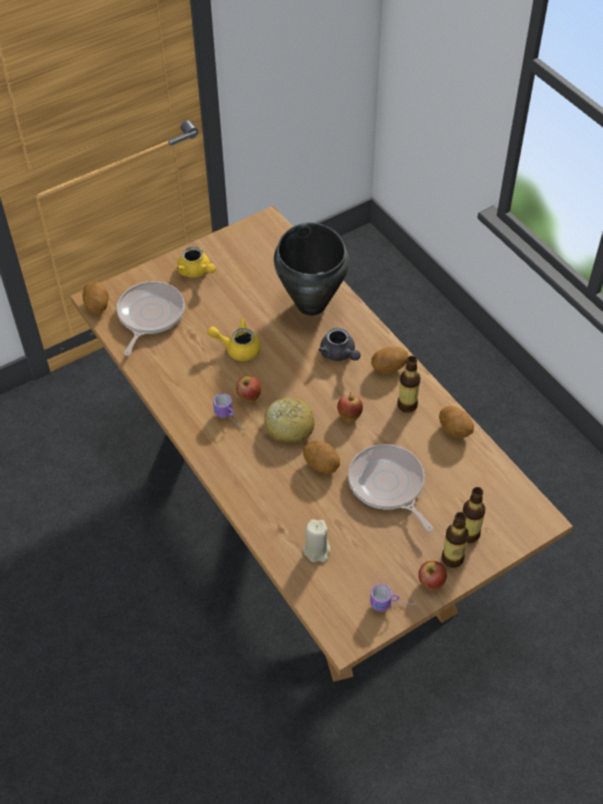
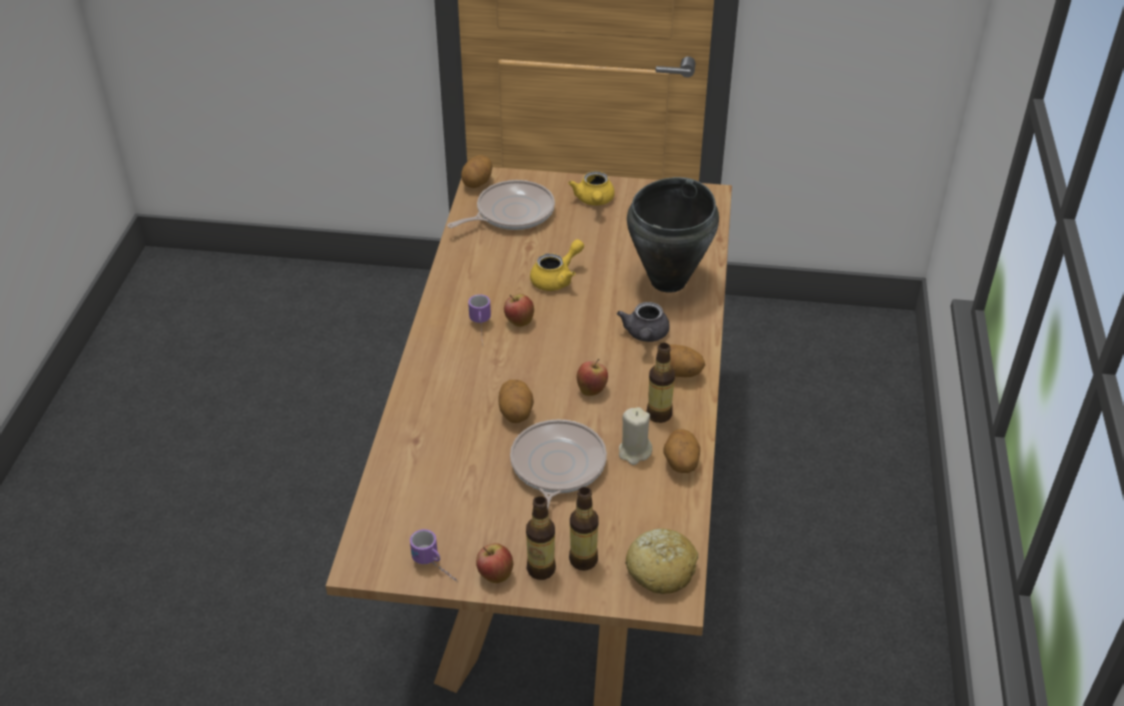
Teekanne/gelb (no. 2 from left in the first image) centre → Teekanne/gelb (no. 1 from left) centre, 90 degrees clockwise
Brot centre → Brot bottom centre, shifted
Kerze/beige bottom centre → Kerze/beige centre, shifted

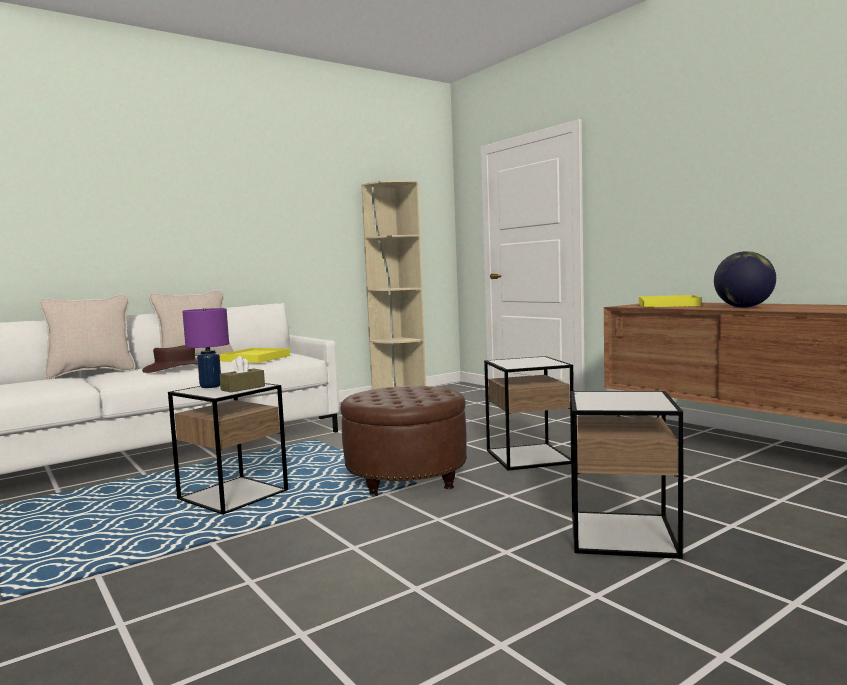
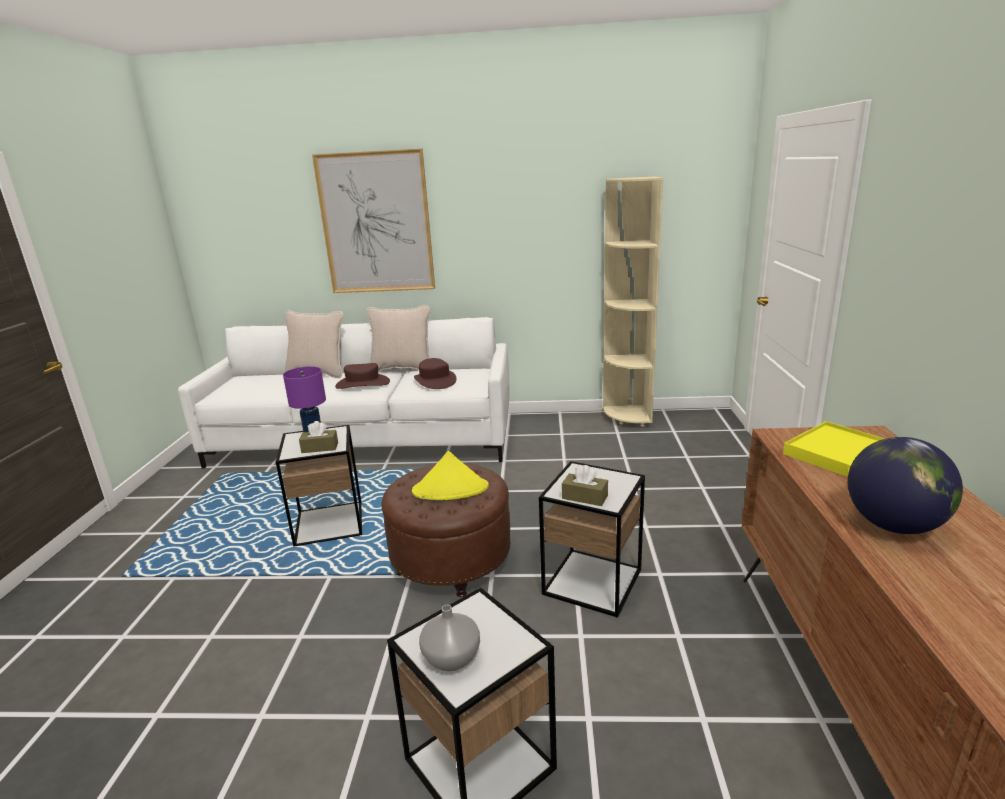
Tablett/gelb (no. 1 from left) middle left → Hut/braun (no. 2 from left) centre
- → Bild top centre
- → Hut/gelb centre
- → Vase/grau bottom centre
- → Taschentuchbox/braun (no. 2 from left) centre

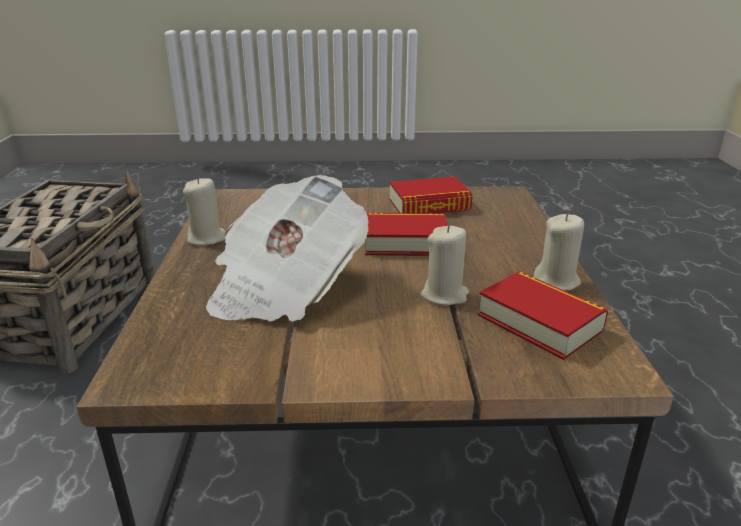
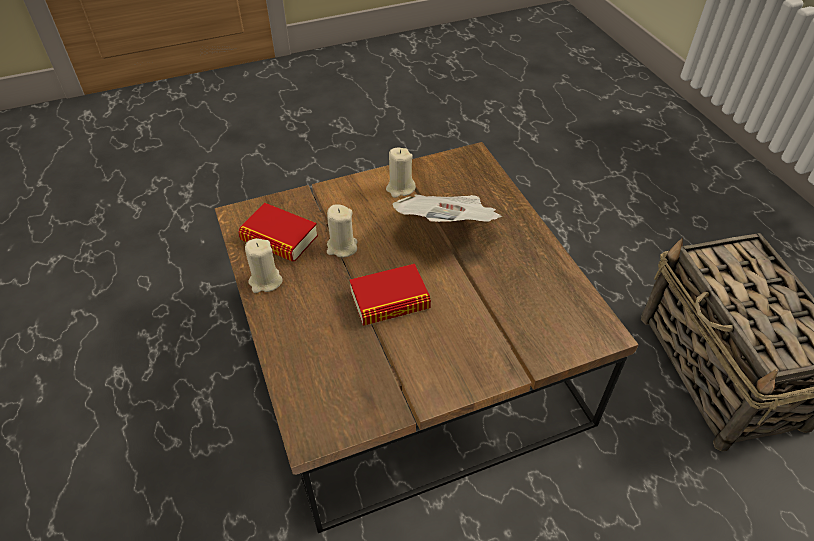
Kerze/beige (no. 1 from left in the first image) middle left → Kerze/beige (no. 3 from left) top centre, shifted
Buch (no. 2 from left) centre → -

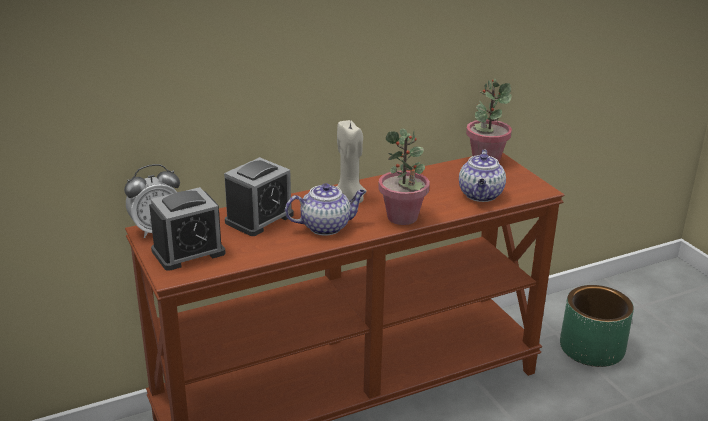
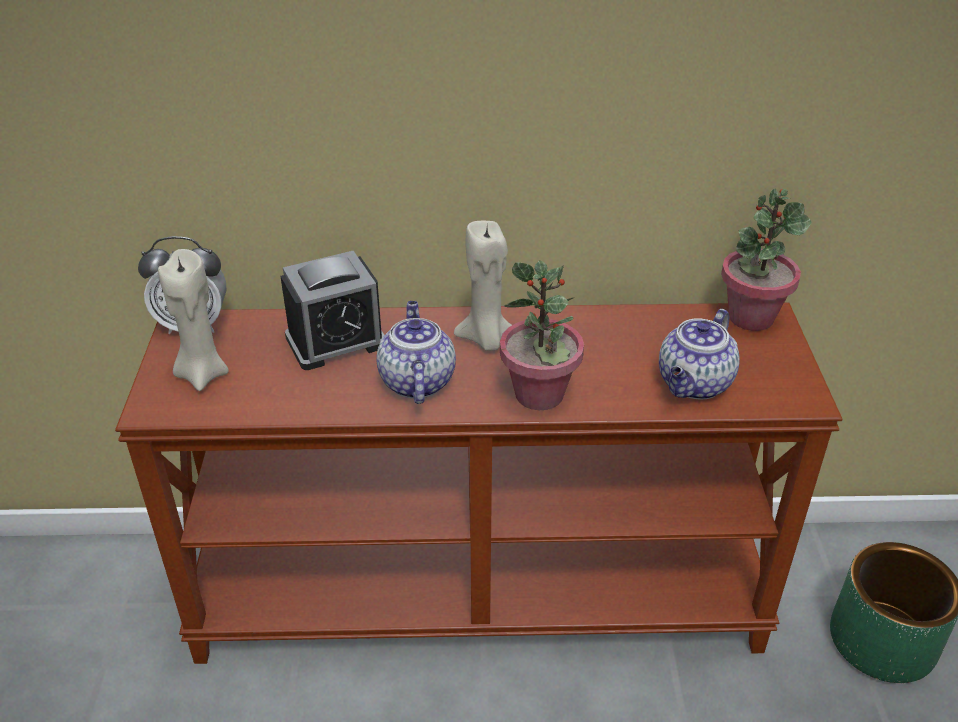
Wecker (no. 2 from left) middle left → Kerze/beige (no. 1 from left) middle left
Teekanne (no. 1 from left) centre, 105 degrees counterclockwise

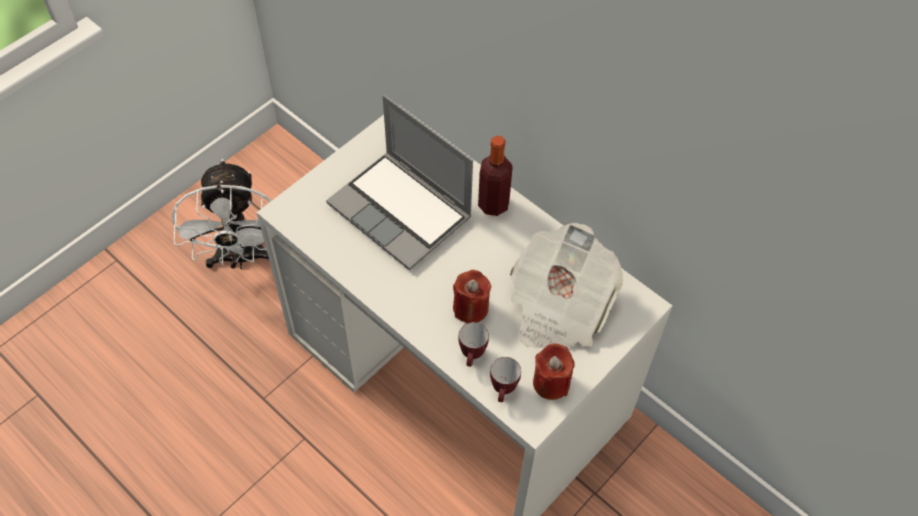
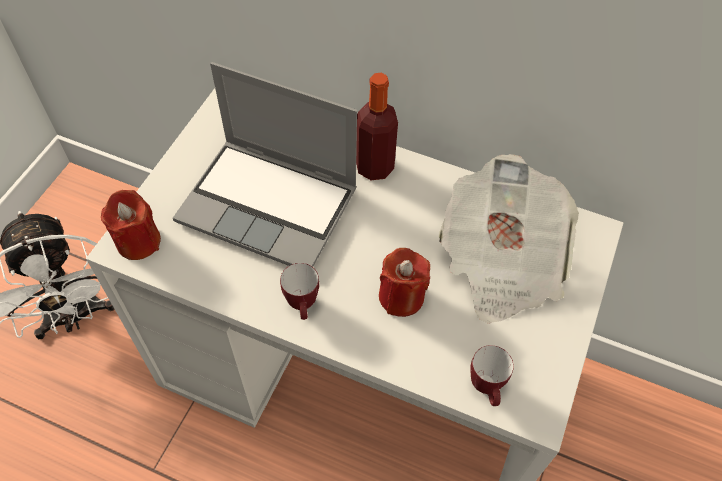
Henkelbecher (no. 1 from left) bottom centre → Henkelbecher (no. 1 from left) centre, shifted
Kerze/rot (no. 2 from left in the first image) bottom centre → Kerze/rot (no. 1 from left) middle left, shifted

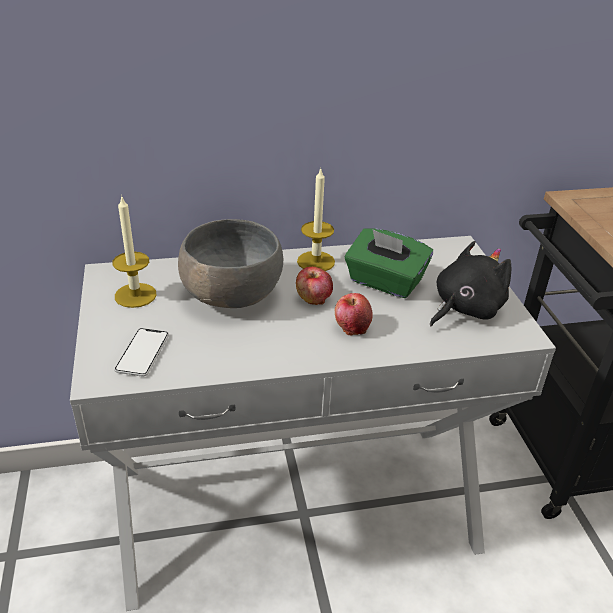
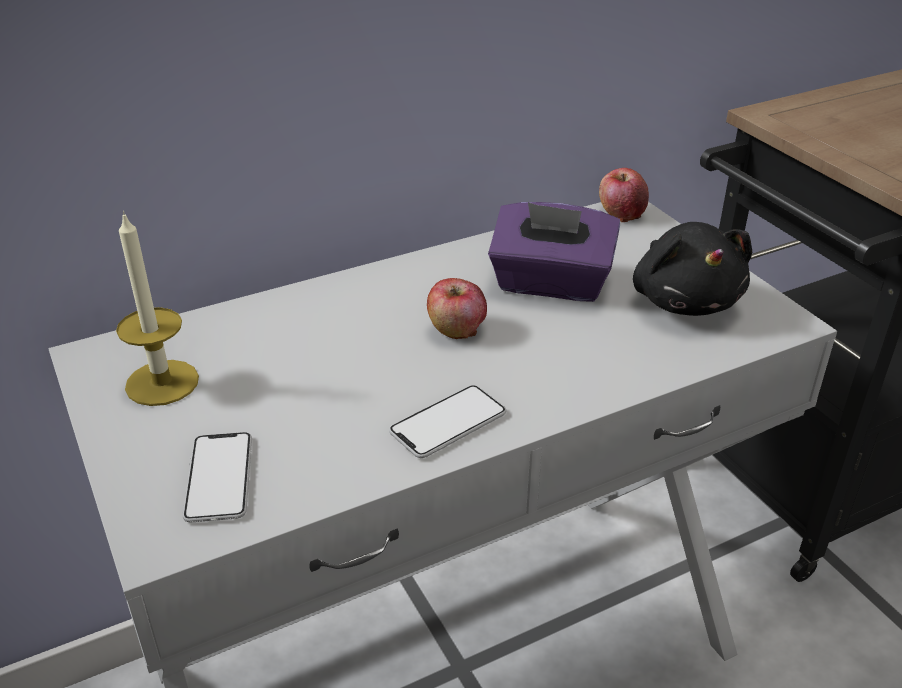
Schüssel/grau centre → -
Kerze (no. 2 from left) centre → -
Apfel (no. 2 from left) centre → Apfel (no. 2 from left) top right, shifted
Taschentuchbox/grün centre → Taschentuchbox/lila centre
Plüschtier/schwarz middle right, 135 degrees clockwise
- → Handy (no. 2 from left) centre

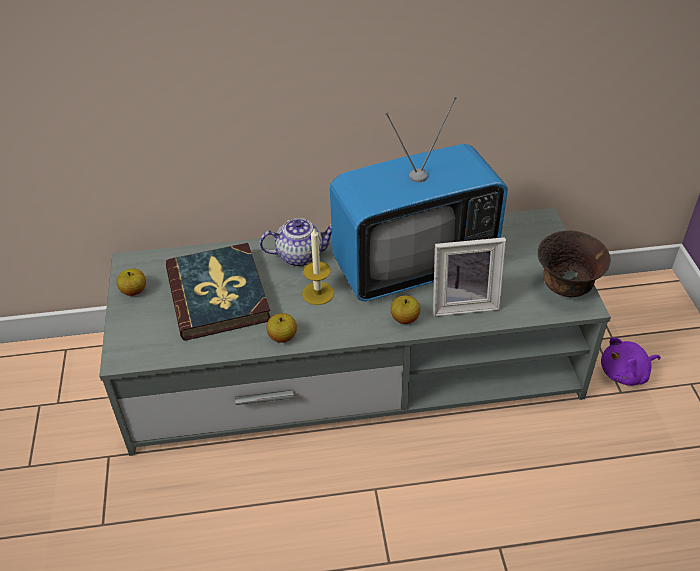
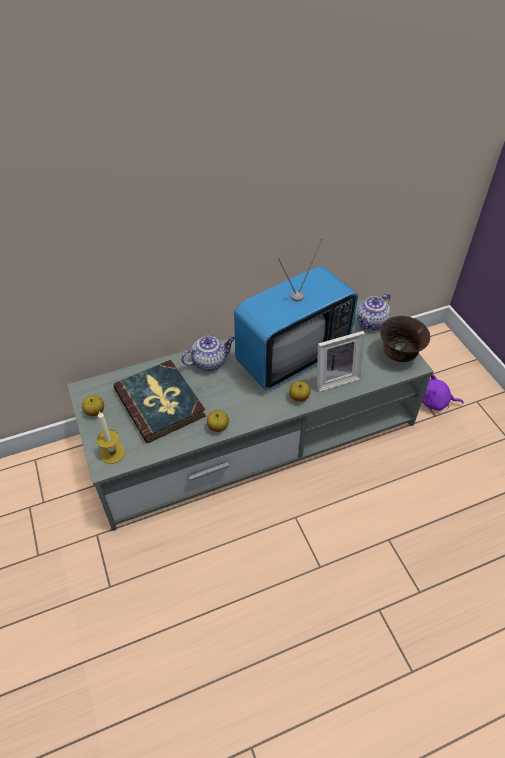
Kerze centre → Kerze middle left, shifted
Plüschtier/lila middle right, 45 degrees clockwise
- → Teekanne (no. 2 from left) middle right

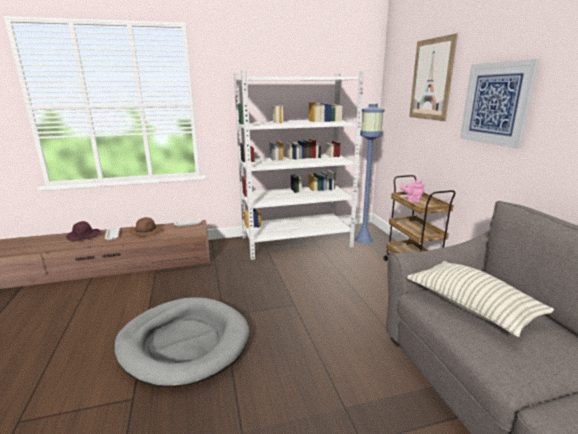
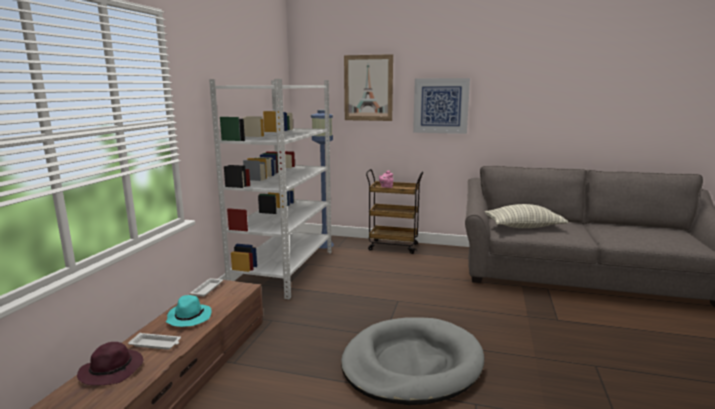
Hut/braun middle left → Hut/türkis bottom left

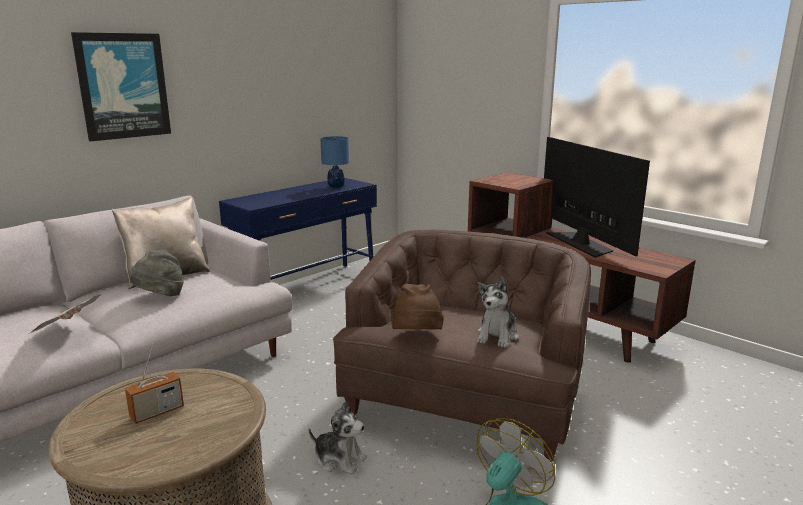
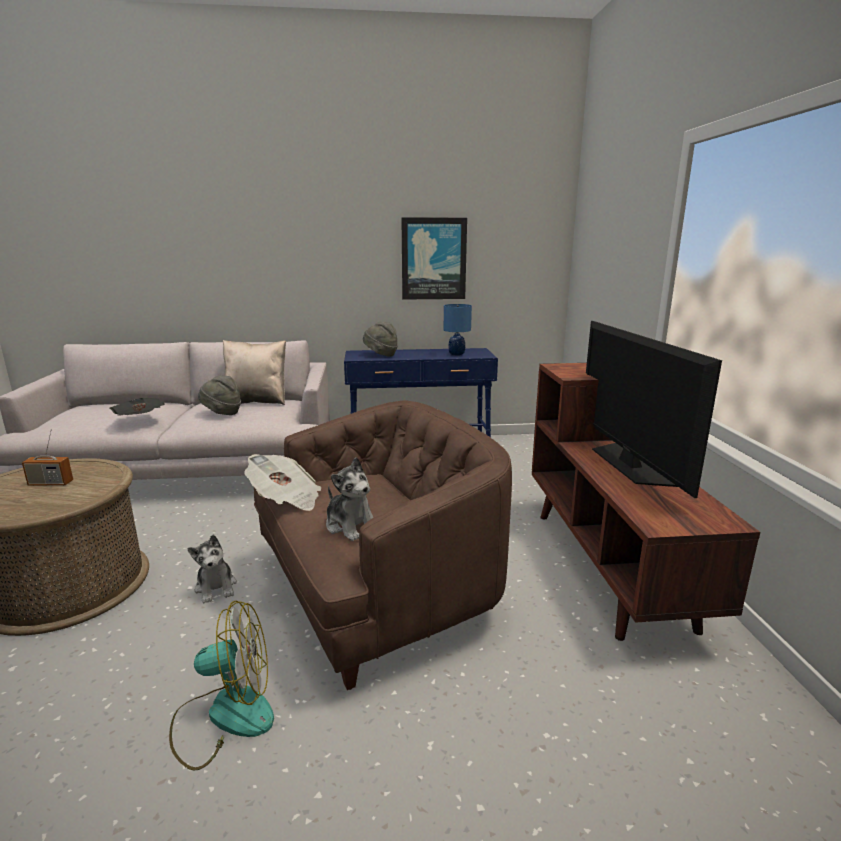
Bild top left → Bild top centre, shifted
Hut/braun centre → Zeitung (no. 2 from left) centre
Plüschtier (no. 2 from left) centre, 105 degrees counterclockwise
Fernseher middle right, 150 degrees clockwise
- → Hut/grau (no. 2 from left) centre

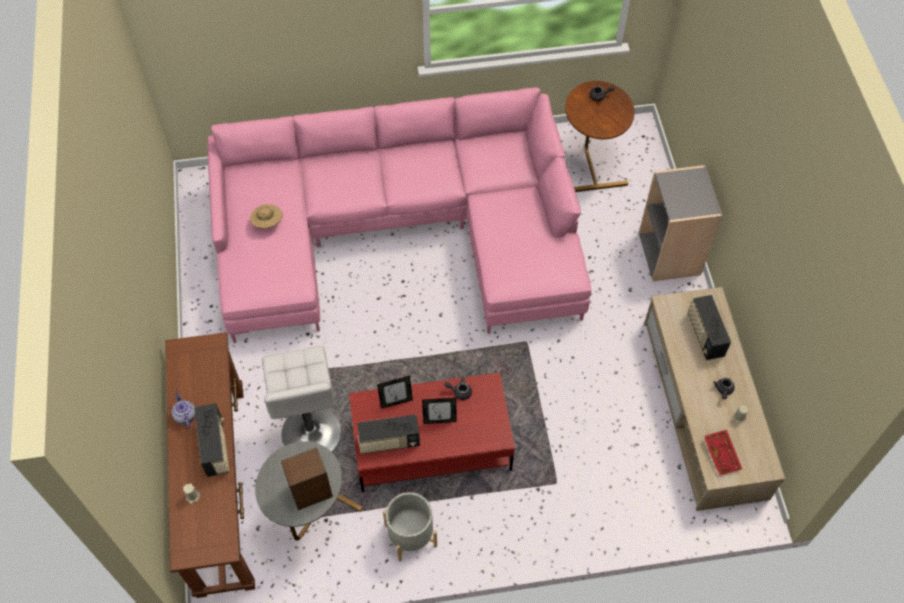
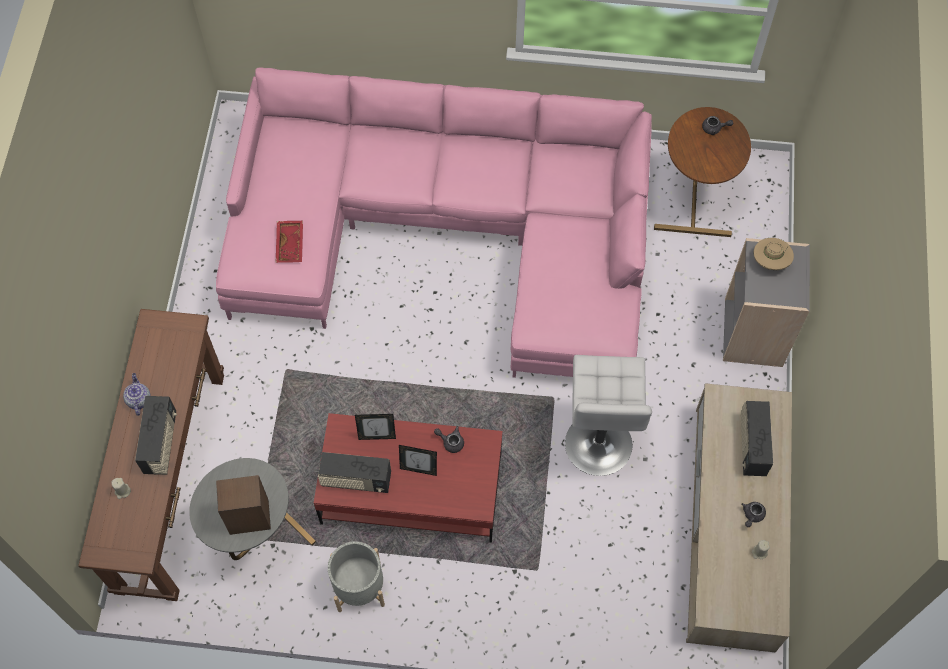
Hut/beige middle left → Hut/beige middle right, shifted
Hocker/weiß middle left → Hocker/weiß centre, shifted
Tablett/rot bottom right → Tablett/rot middle left, shifted

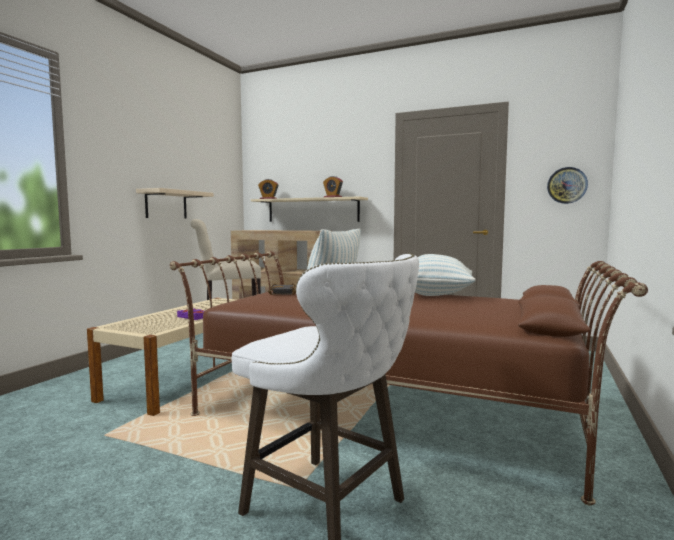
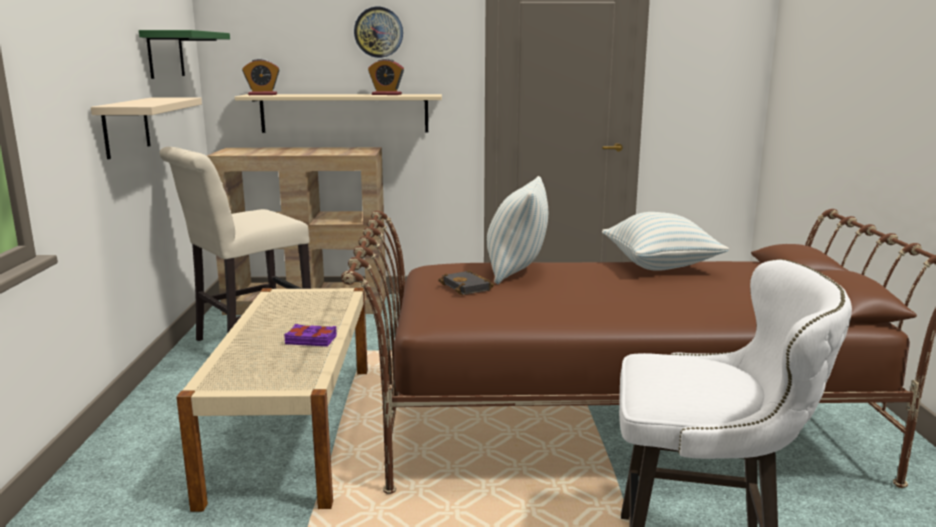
Wanduhr middle right → Wanduhr top centre, shifted
- → Wandregal/grün top left

